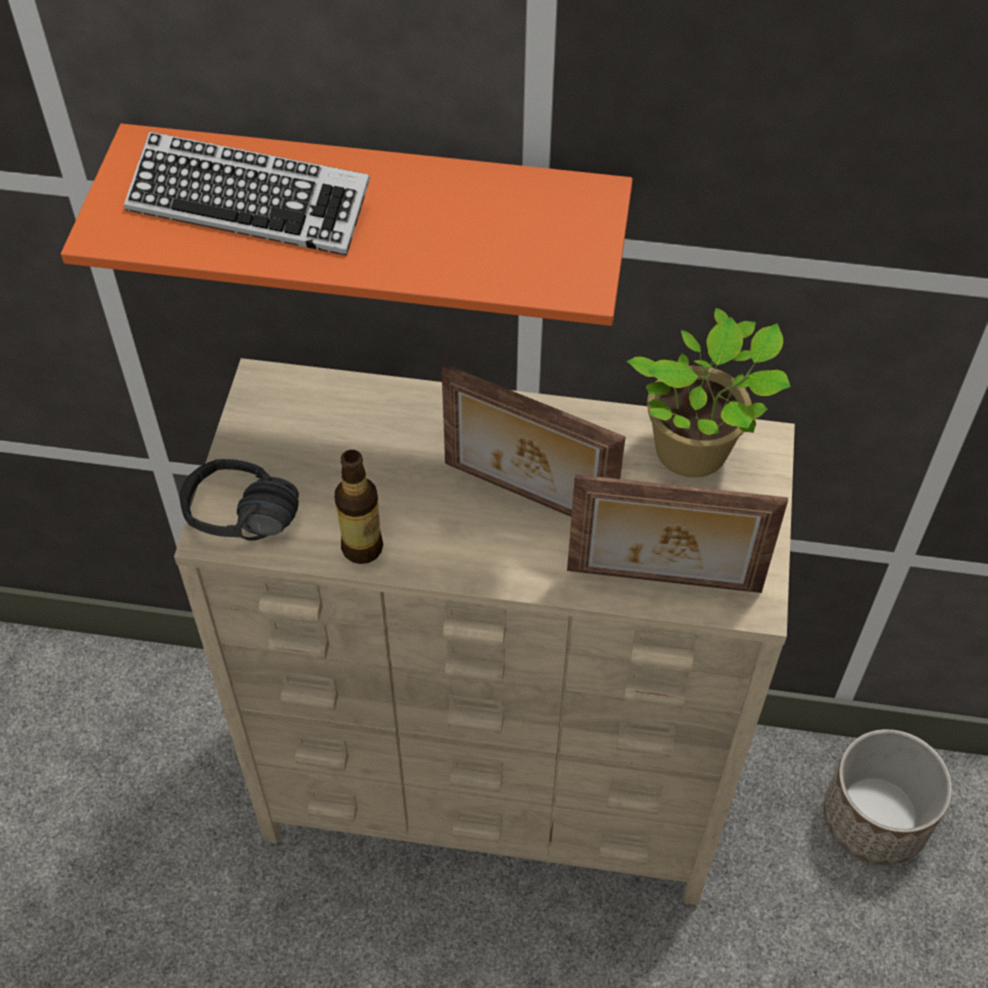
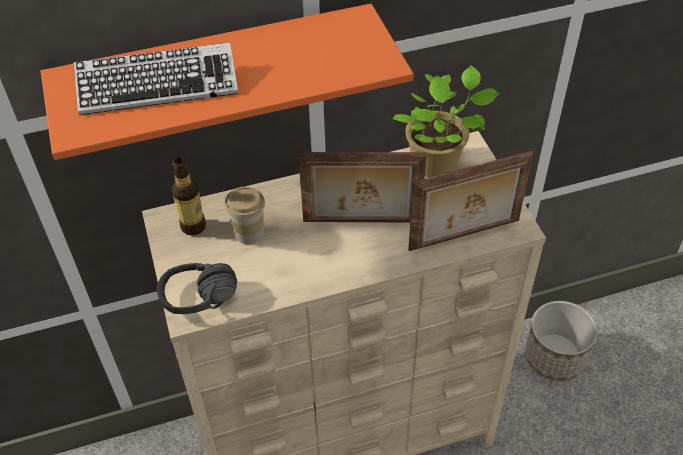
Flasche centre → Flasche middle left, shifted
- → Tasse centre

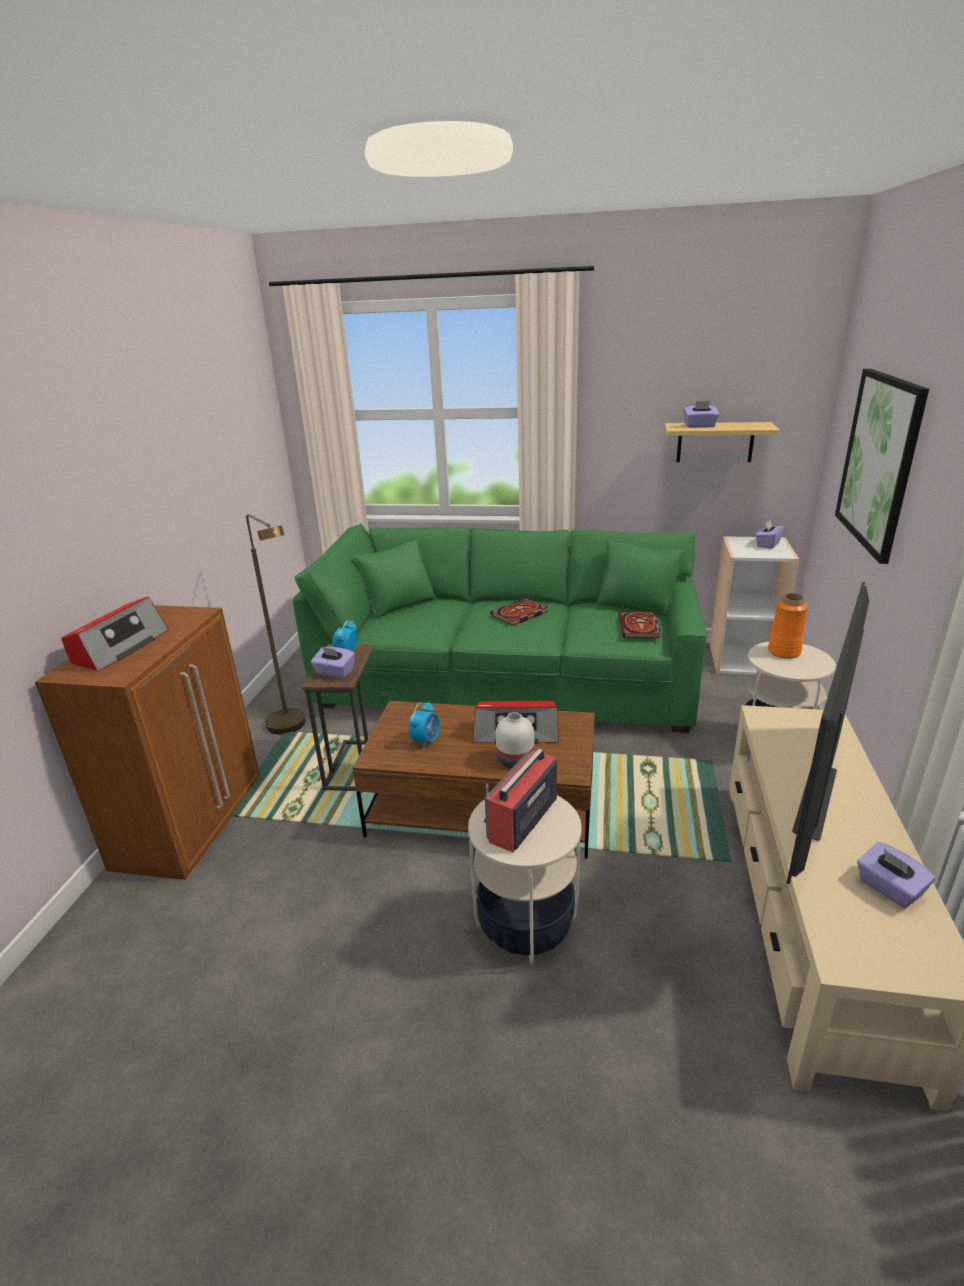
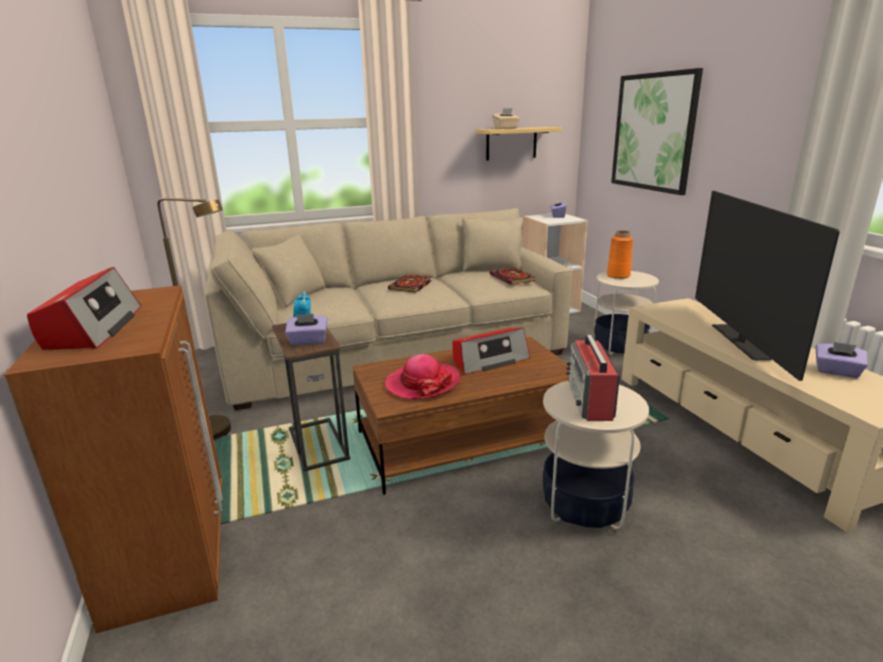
Sofa/grün centre → Sofa/beige centre
Wecker (no. 2 from left) centre → Hut centre
Vase/weiß centre → -
Taschentuchbox/lila (no. 2 from left) top right → Taschentuchbox/beige top centre

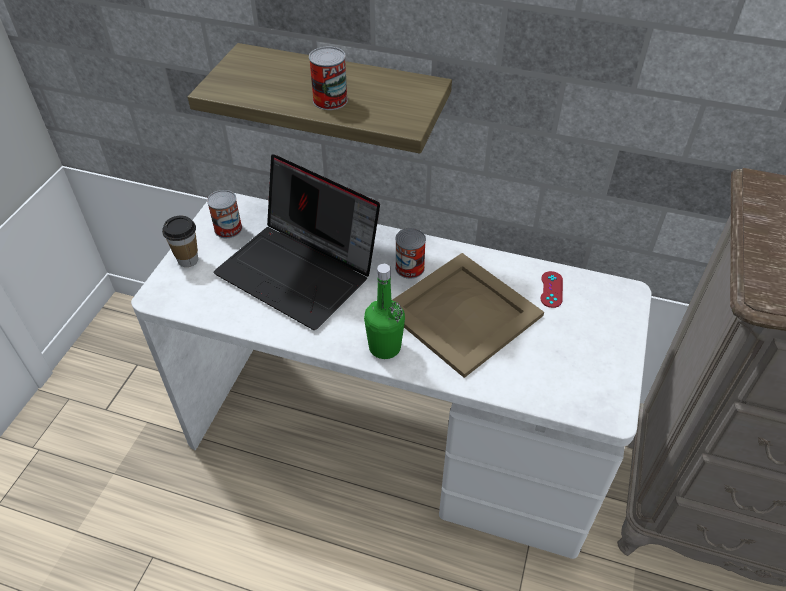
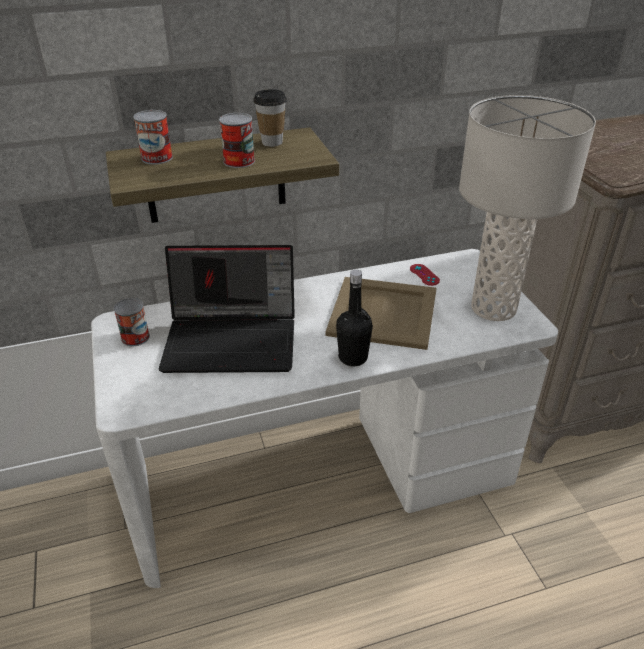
Tasse middle left → Tasse top centre, shifted
Flasche/grün centre → Flasche/schwarz centre
Dose (no. 3 from left in the first image) centre → Dose (no. 2 from left) top left, shifted
- → Tischlampe/weiß top right

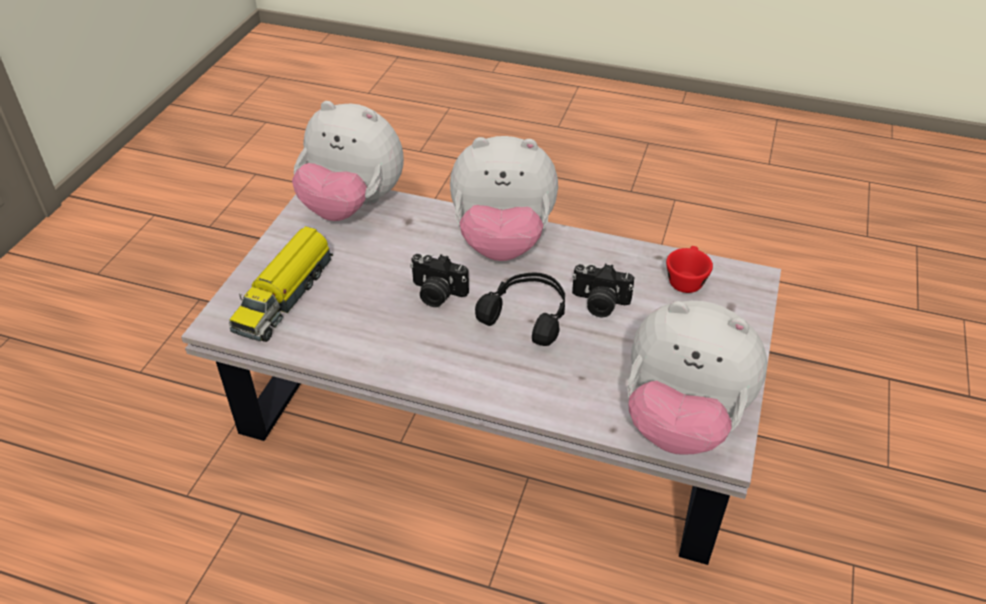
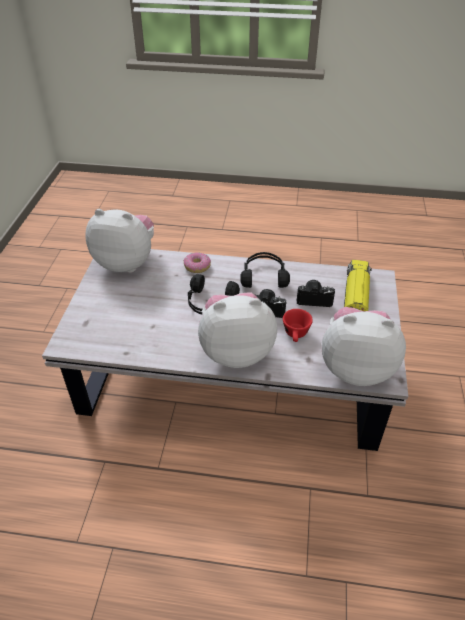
Kamera (no. 2 from left) centre → Kamera (no. 2 from left) middle right, shifted
Tasse/rot middle right → Tasse/rot centre, shifted
- → Donut centre
- → Kopfhörer/schwarz (no. 2 from left) centre

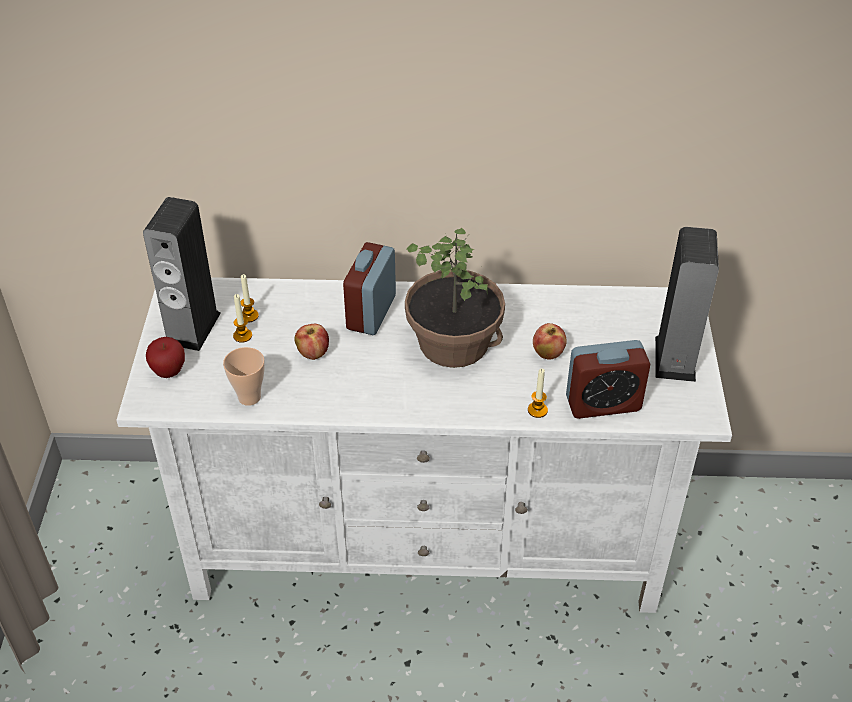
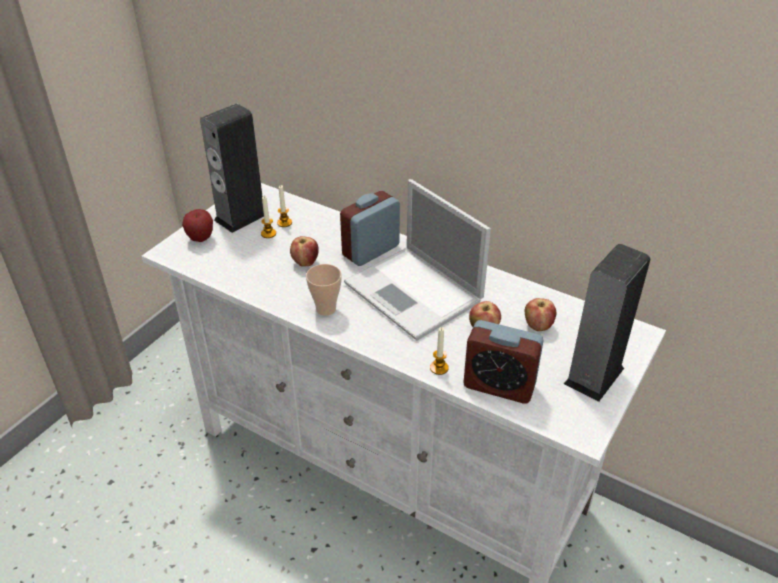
Tasse middle left → Tasse centre, shifted
Topfpflanze centre → Laptop centre
- → Apfel (no. 4 from left) middle right

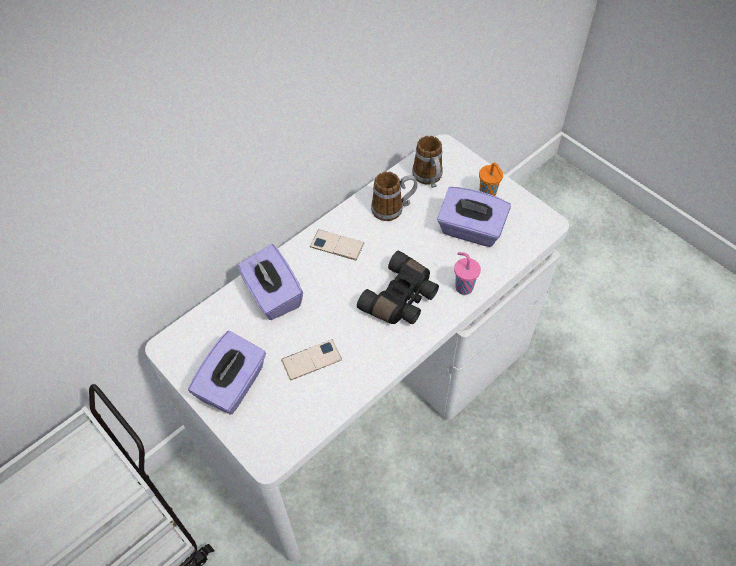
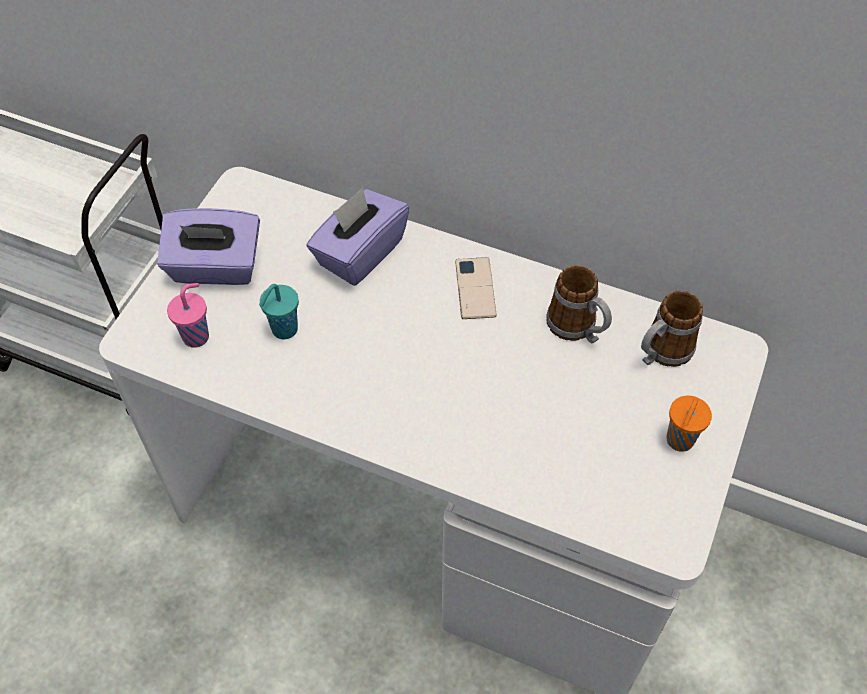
Handy (no. 1 from left) centre → Tasse/türkis middle left
Fernglas/schwarz centre → -
Taschentuchbox/lila (no. 3 from left) centre → -
Tasse/rosa centre → Tasse/rosa middle left, shifted

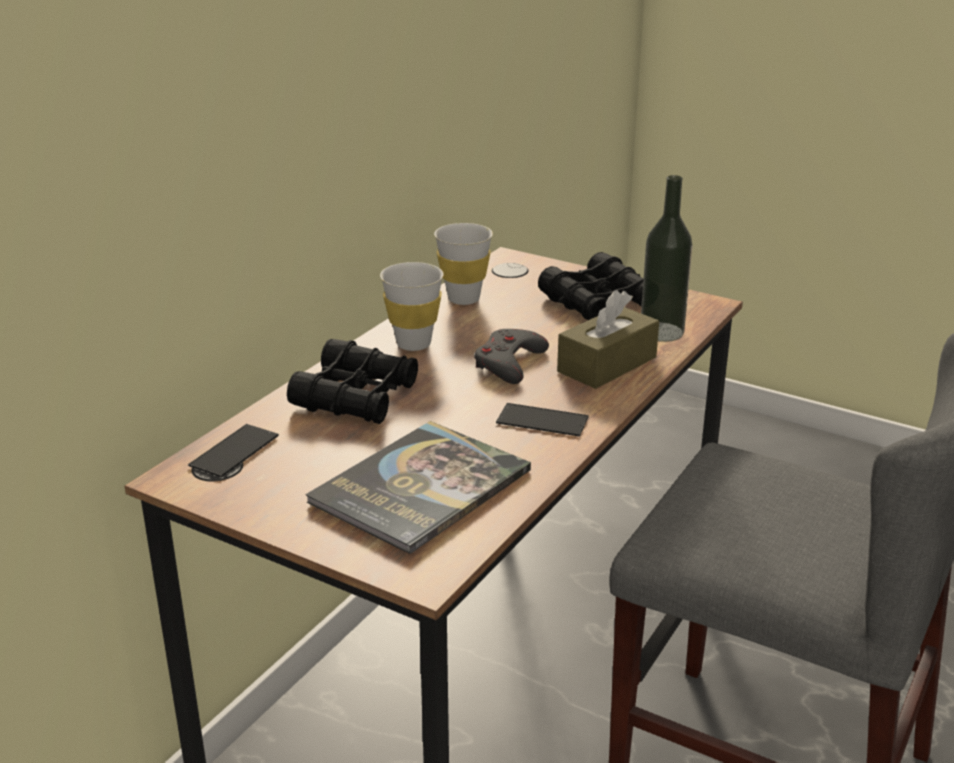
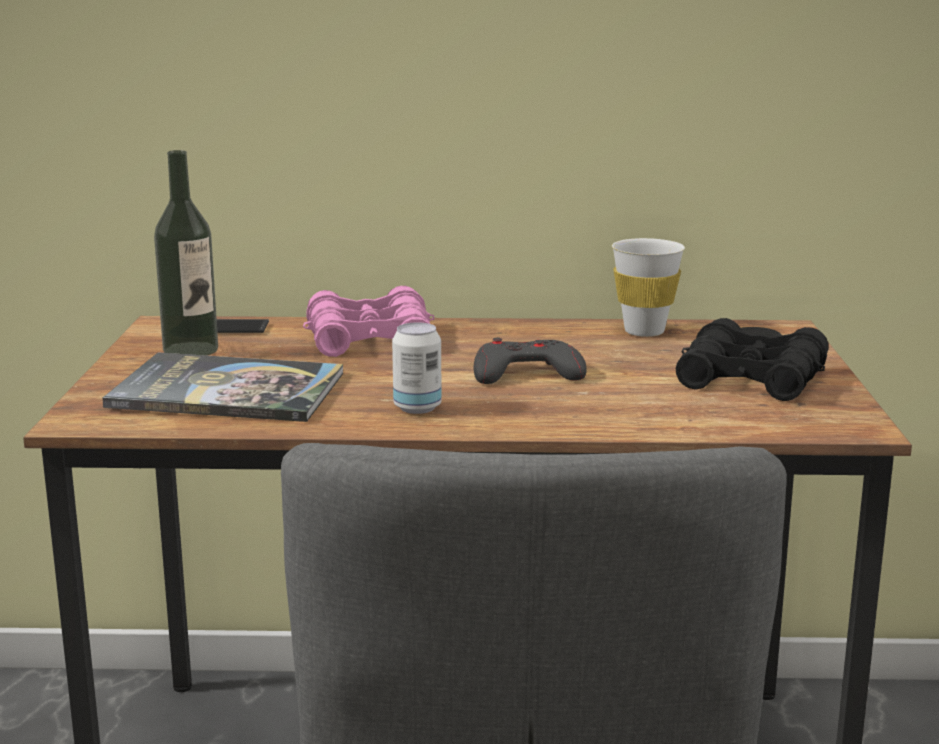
Fernglas/schwarz (no. 1 from left) centre → Fernglas/rosa centre
Tasse/weiß (no. 1 from left) centre → -
Handy (no. 2 from left) centre → Dose centre
Taschentuchbox/braun centre → -
Flasche middle right → Flasche middle left, shifted

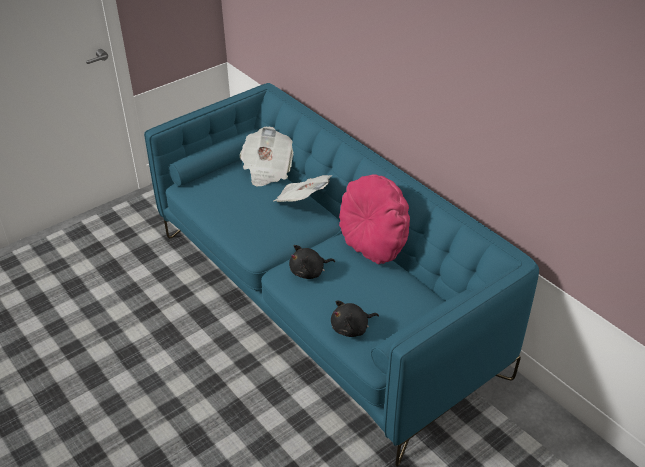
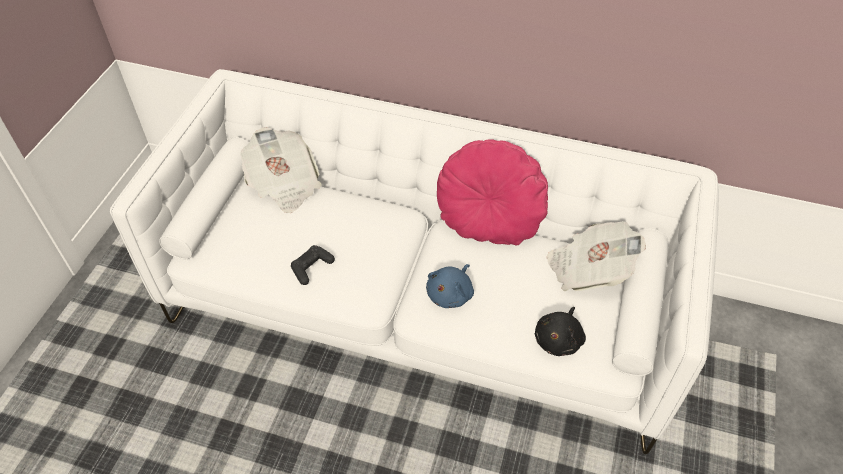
Sofa/blau centre → Sofa/weiß centre
Zeitung (no. 2 from left) centre → Zeitung (no. 2 from left) middle right, shifted
Plüschtier/schwarz (no. 1 from left) centre → Plüschtier/blau centre
- → Gamepad/schwarz centre

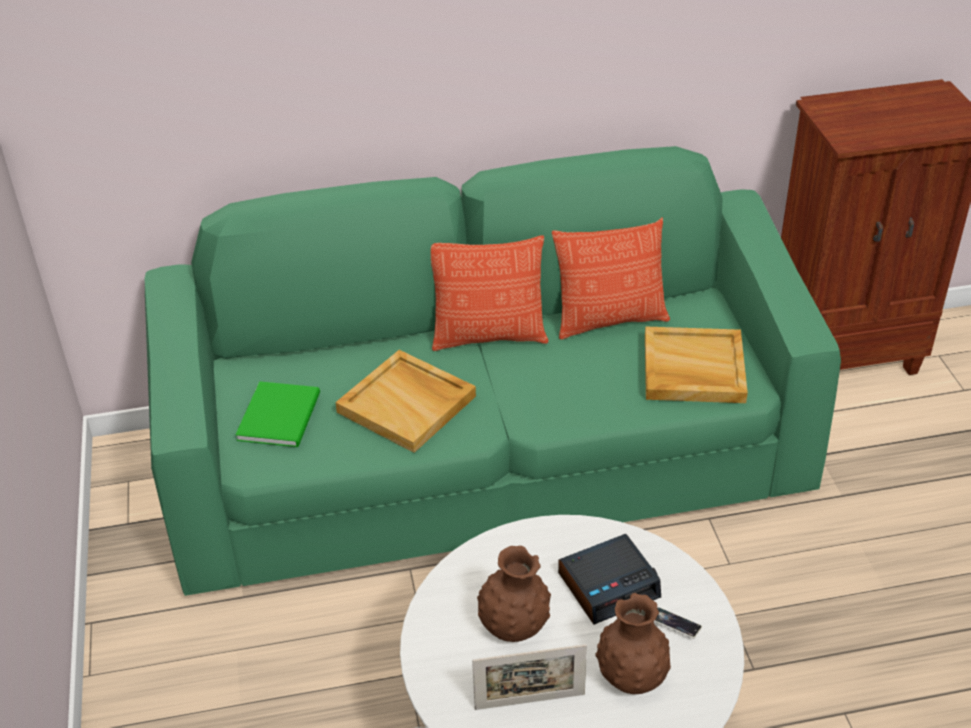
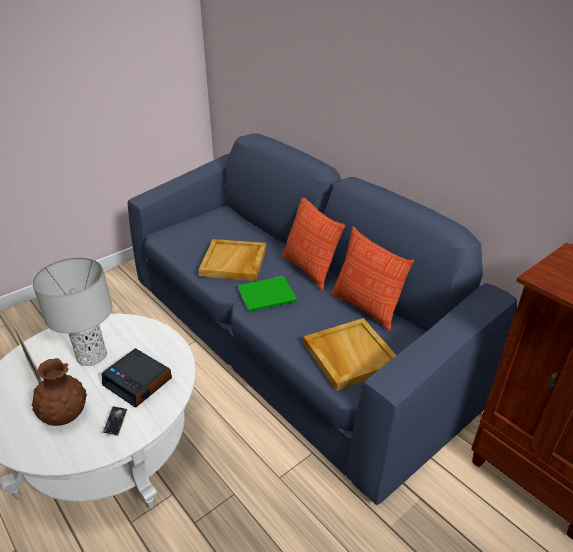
Sofa/grün centre → Sofa/blau centre
Buch/grün middle left → Buch/grün centre, shifted
Vase/braun (no. 1 from left) bottom centre → Tischlampe/weiß middle left

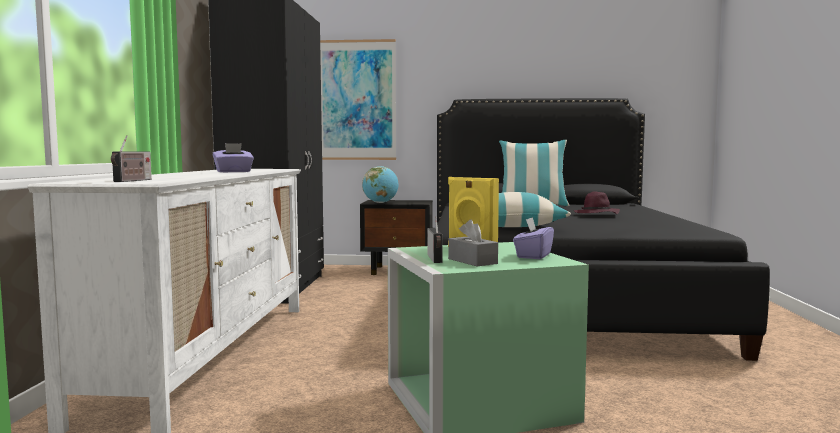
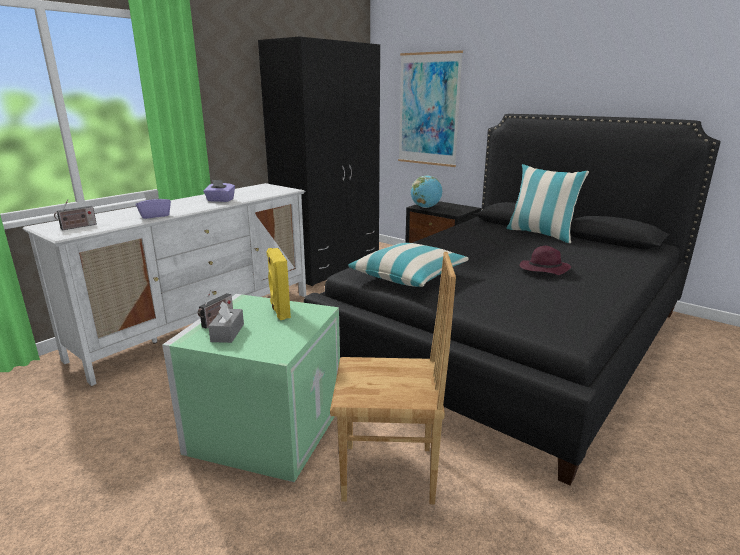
Taschentuchbox/lila (no. 2 from left in the first image) centre → Taschentuchbox/lila (no. 1 from left) middle left, shifted
- → Stuhl/braun bottom centre

